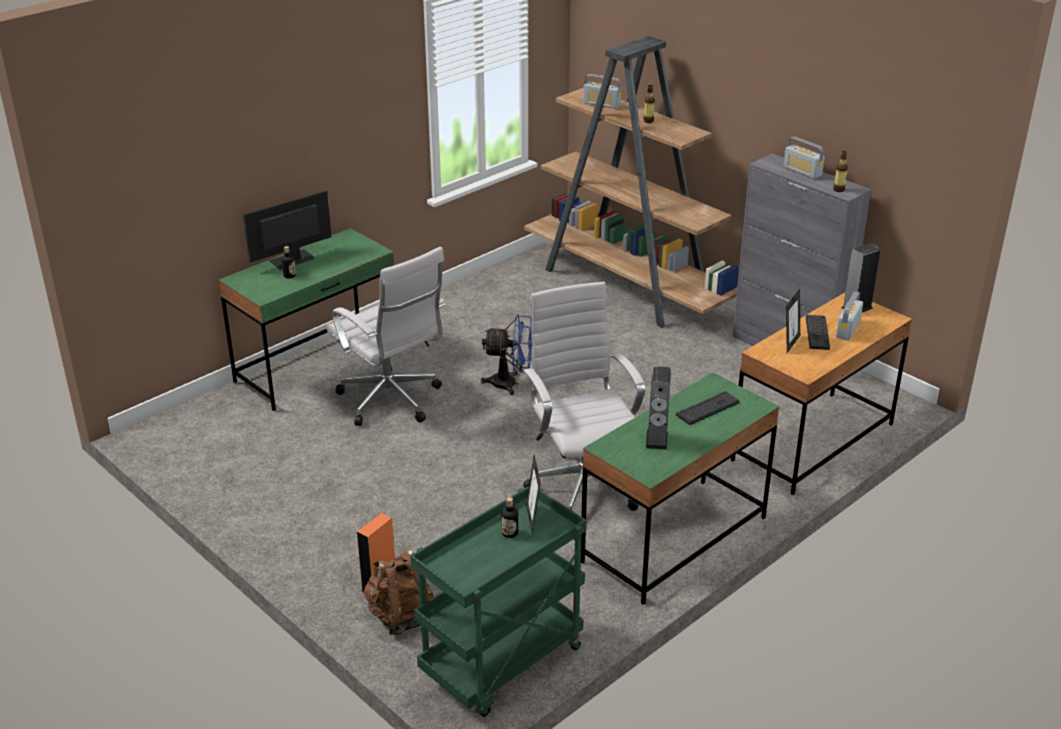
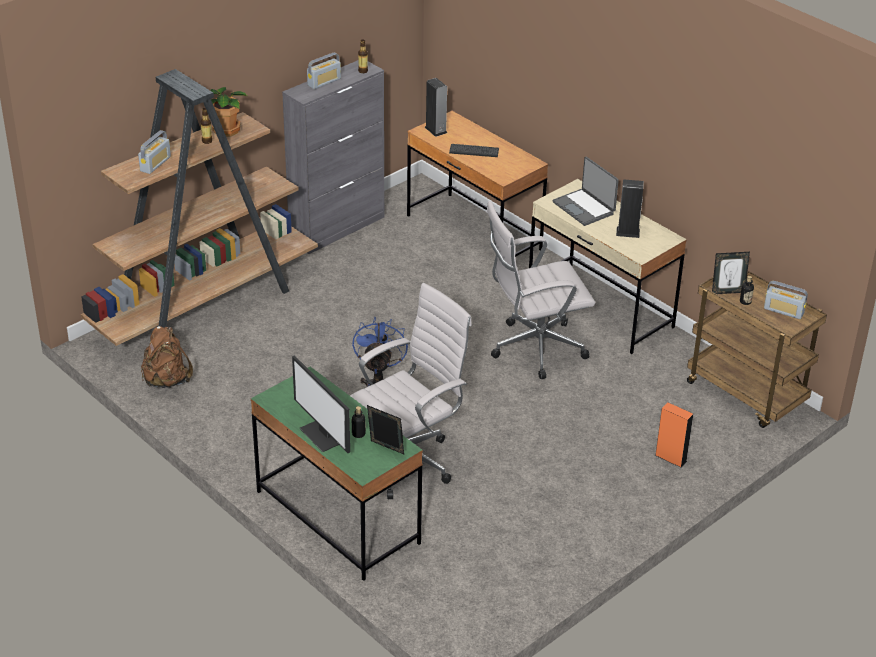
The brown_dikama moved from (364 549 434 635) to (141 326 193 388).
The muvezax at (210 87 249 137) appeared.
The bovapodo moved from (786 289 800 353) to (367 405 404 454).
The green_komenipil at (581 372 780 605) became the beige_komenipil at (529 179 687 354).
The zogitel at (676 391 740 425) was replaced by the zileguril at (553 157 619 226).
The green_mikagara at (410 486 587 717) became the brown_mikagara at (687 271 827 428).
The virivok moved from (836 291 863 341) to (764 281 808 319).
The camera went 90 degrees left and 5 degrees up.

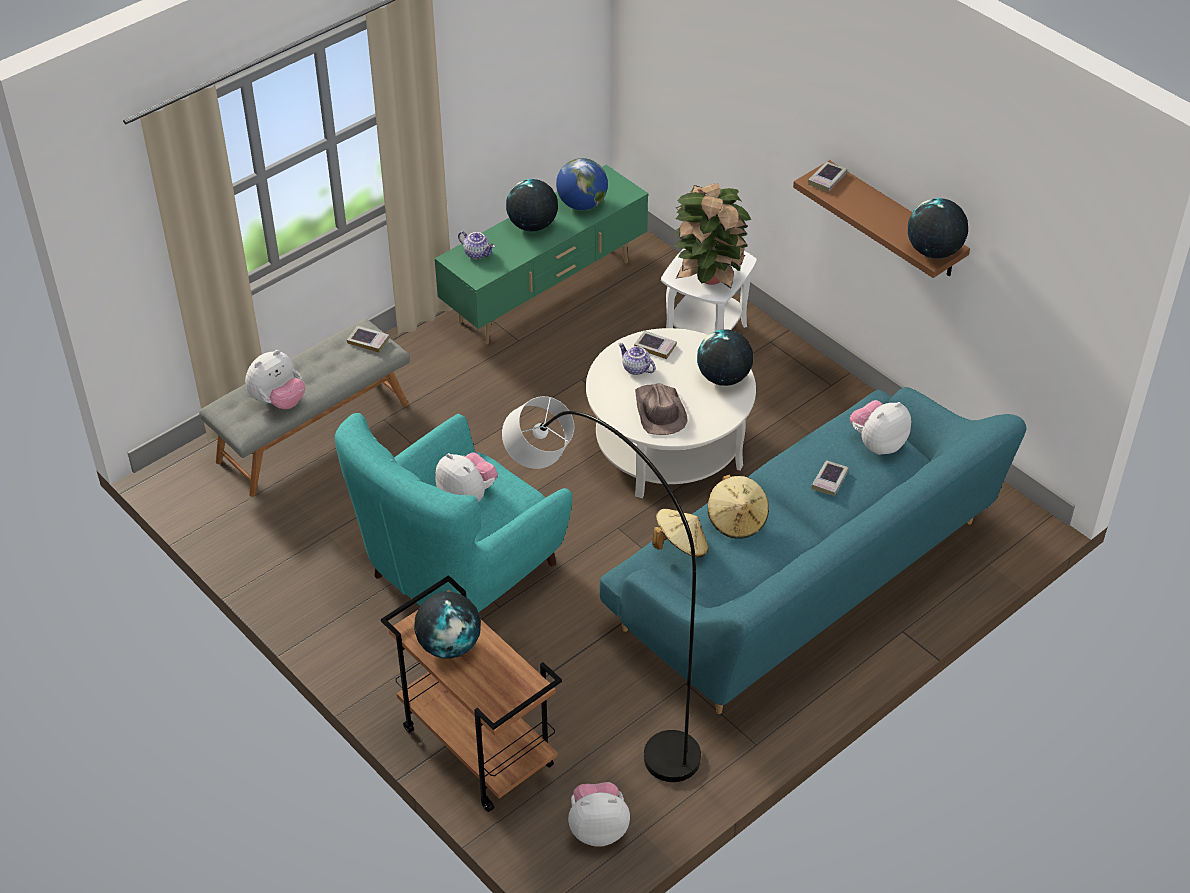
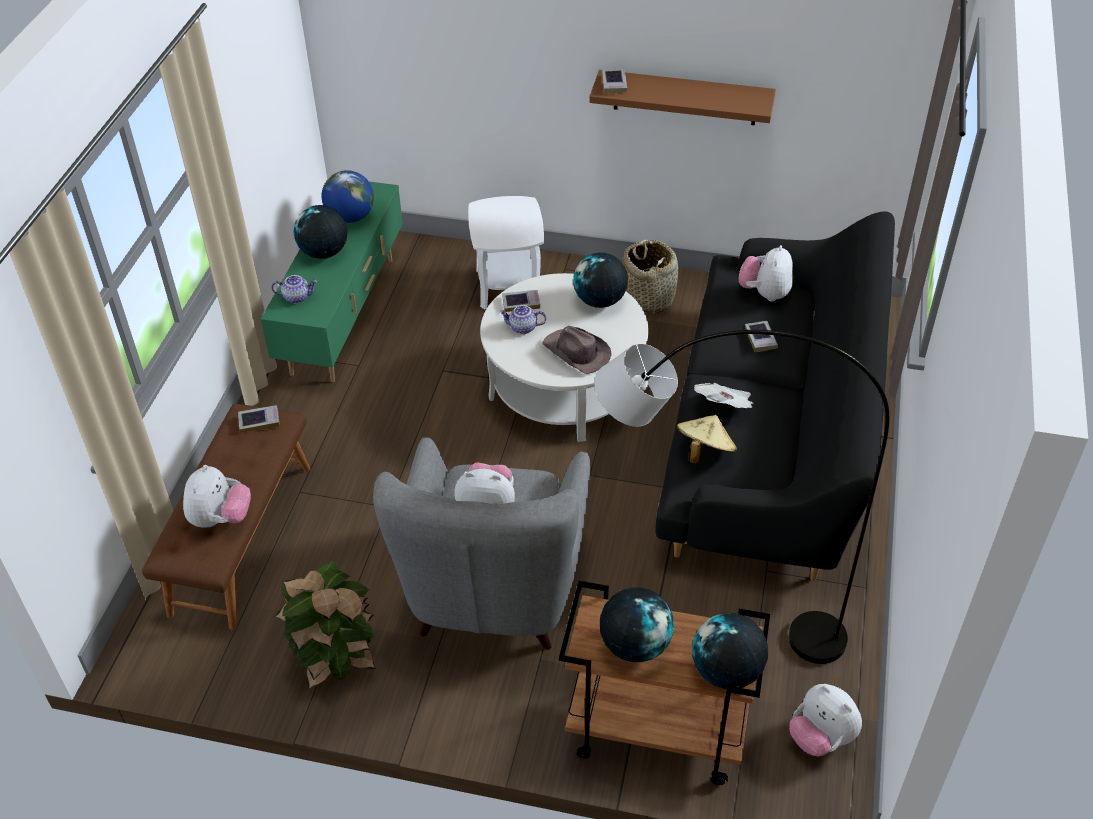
The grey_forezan at (199 319 410 497) became the brown_forezan at (142 404 310 630).
The muvezax moved from (675 183 751 289) to (274 561 376 690).
The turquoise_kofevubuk at (335 413 572 612) became the grey_kofevubuk at (373 438 590 650).
The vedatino at (623 240 678 314) appeared.
The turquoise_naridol at (599 387 1026 714) became the black_naridol at (656 211 895 581).
The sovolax moved from (908 198 968 259) to (692 612 768 689).
The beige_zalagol at (708 475 769 539) was replaced by the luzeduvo at (694 383 753 408).
The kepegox at (568 782 630 847) turned 90 degrees counterclockwise.
The camera went 35 degrees left and 0 degrees up.

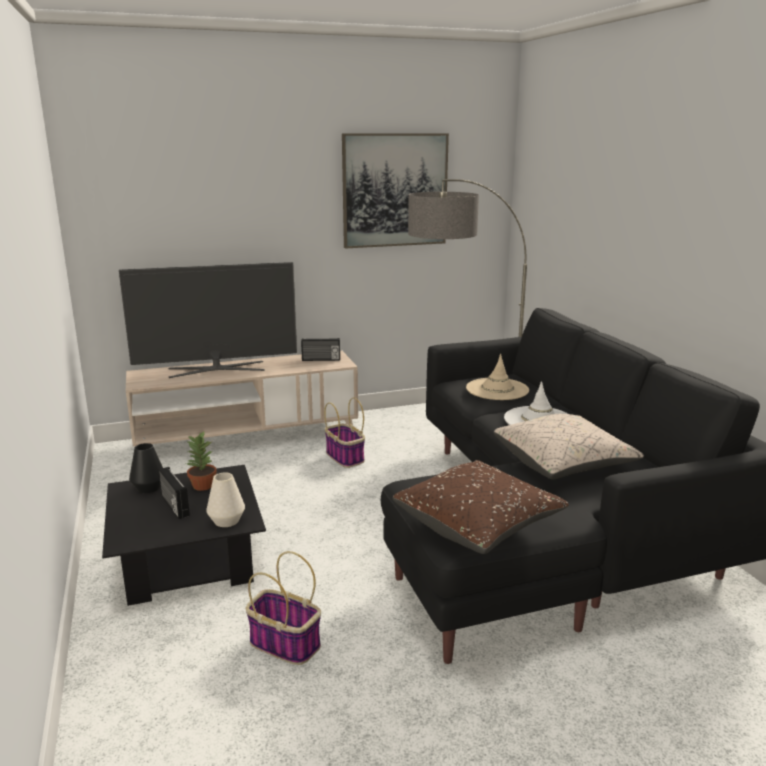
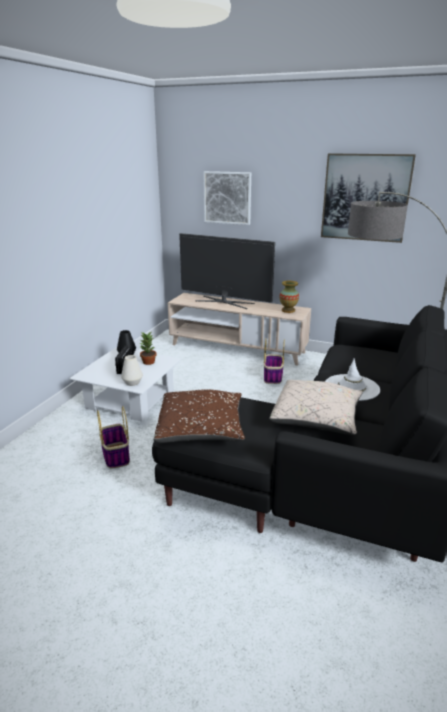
The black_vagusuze at (102 465 266 606) became the white_vagusuze at (69 347 182 422).
The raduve at (203 171 251 225) appeared.
The virivok at (301 338 340 361) was replaced by the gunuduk at (280 281 299 313).
The beige_zalagol at (466 354 529 400) disappeared.
The camera went 40 degrees right and 5 degrees up.

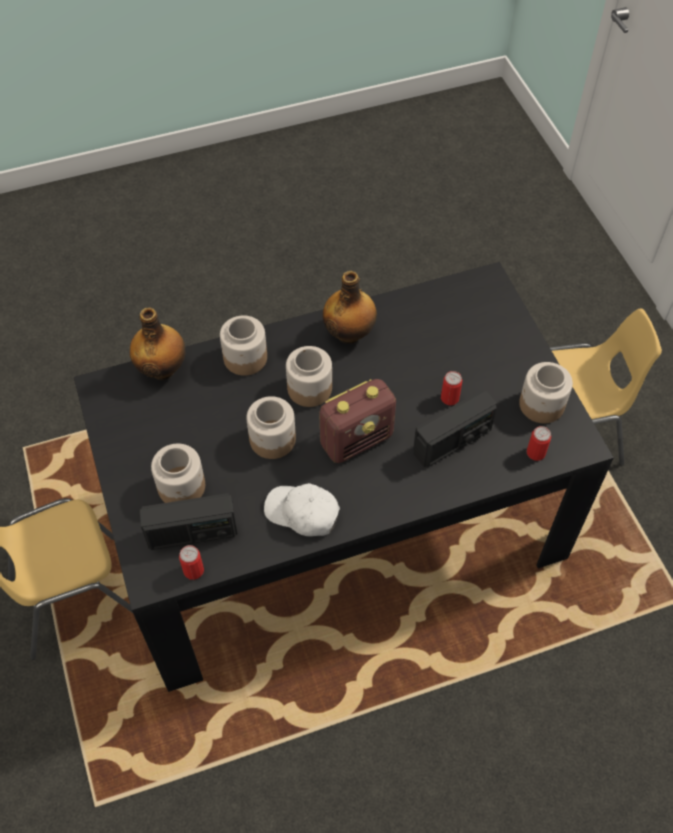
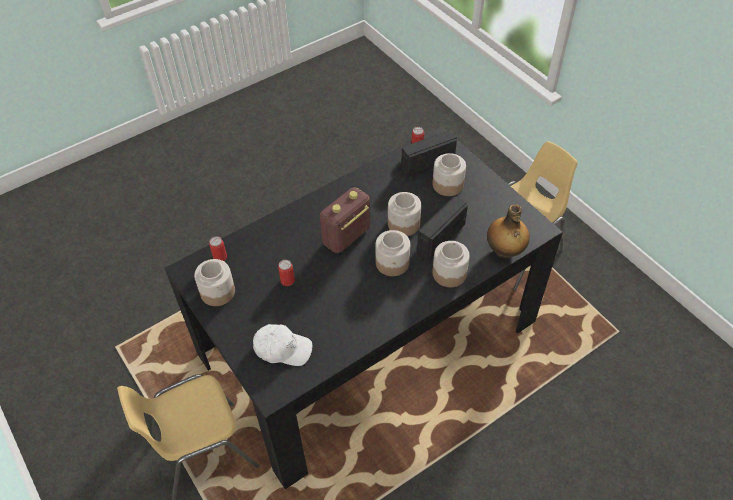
The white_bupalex moved from (264 483 340 537) to (253 324 312 366).
The virivok moved from (413 390 497 467) to (417 196 468 259).
The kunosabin at (323 271 377 344) disappeared.
The camera went 165 degrees right and 5 degrees down.

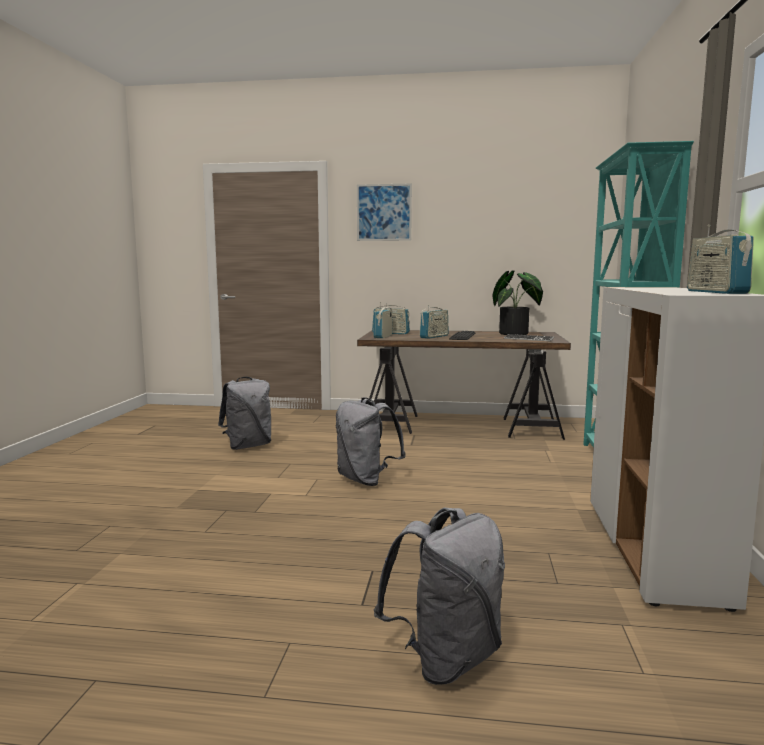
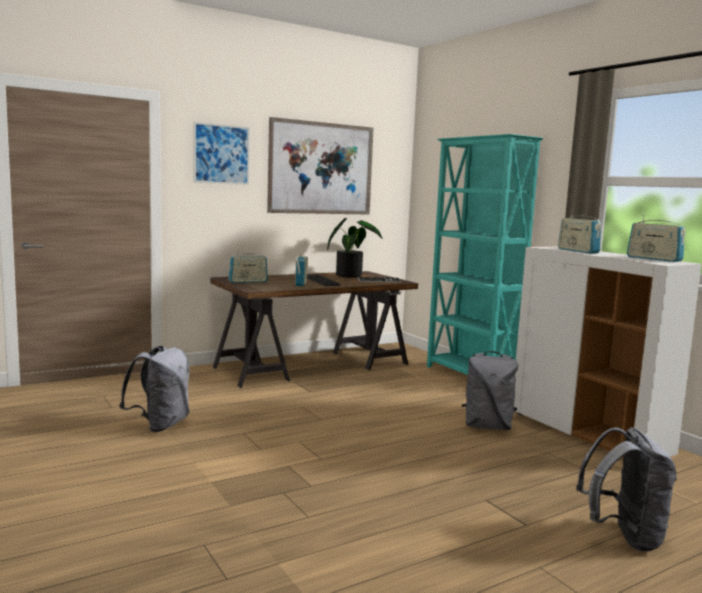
The raduve at (267 117 374 215) appeared.
The grey_dikama moved from (336 397 406 486) to (462 351 518 430).
The virivok moved from (373 303 392 338) to (558 214 602 253).
The camera went 40 degrees left and 0 degrees up.

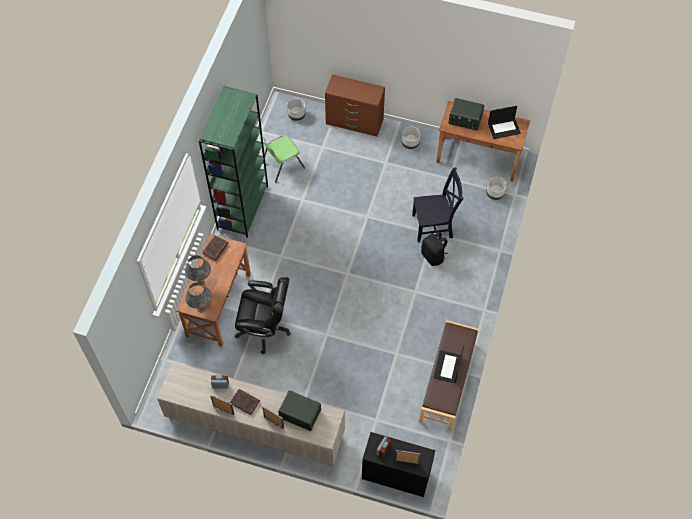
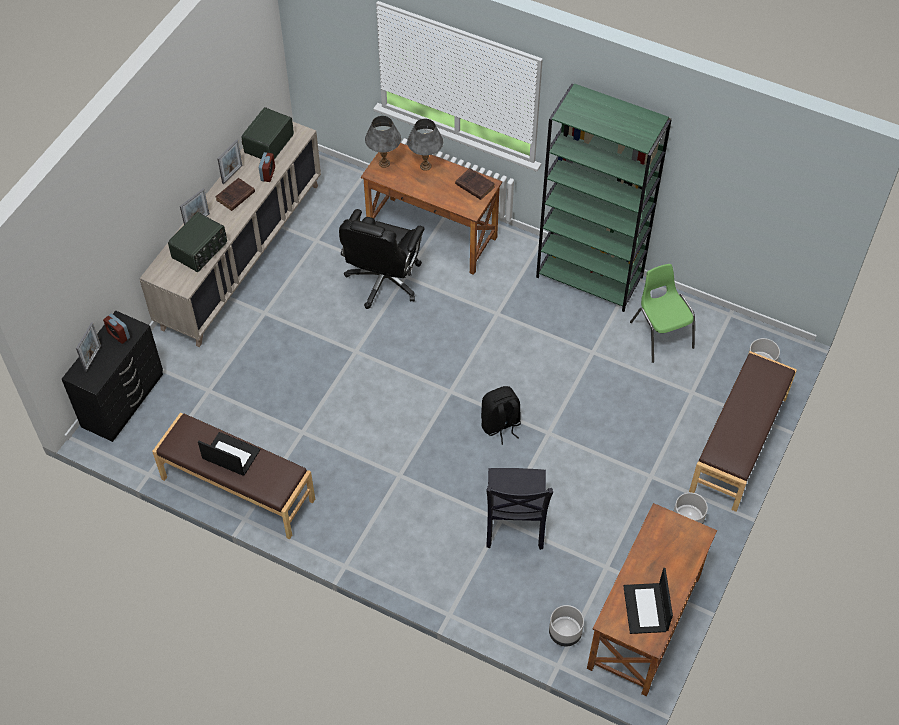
The virivok moved from (448 98 484 131) to (242 107 294 160).
The black_dikama moved from (421 231 448 266) to (481 386 521 445).
The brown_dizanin at (325 74 385 136) was replaced by the brown_forezan at (689 351 797 512).
The camera went 100 degrees right and 5 degrees down.

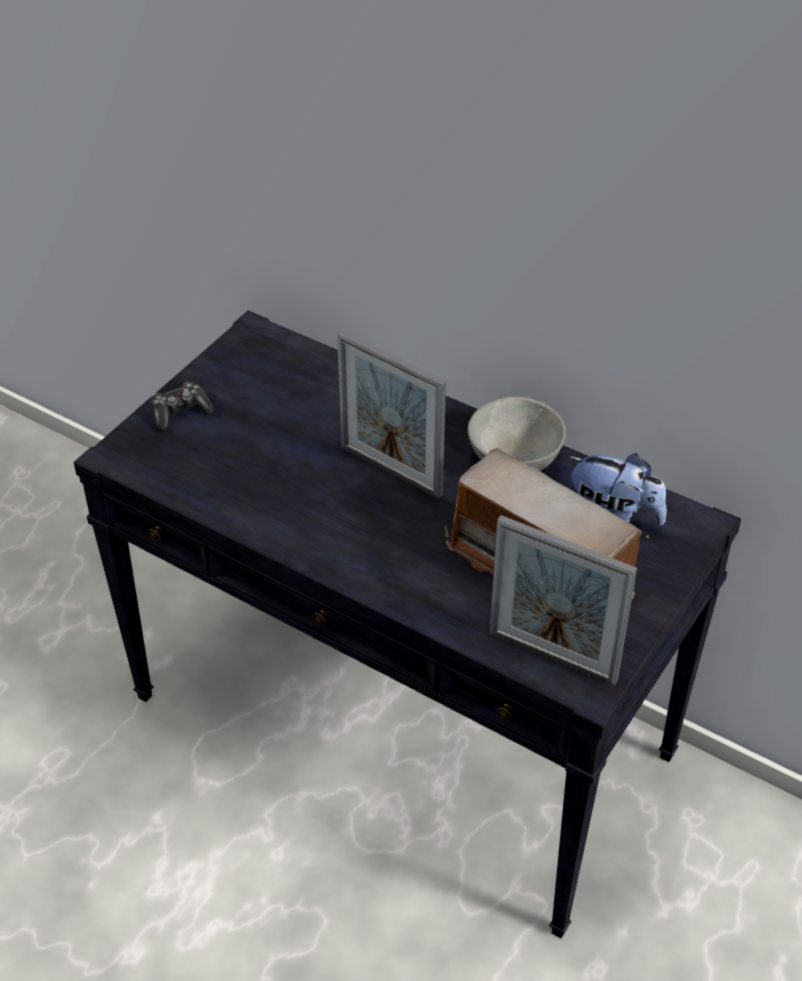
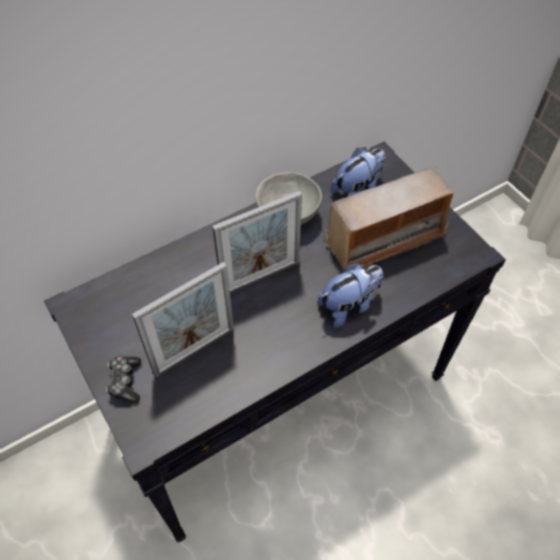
The bovapodo moved from (489 515 637 686) to (132 262 234 377).
The kepegox at (317 263 383 328) appeared.
The camera went 65 degrees left and 10 degrees up.

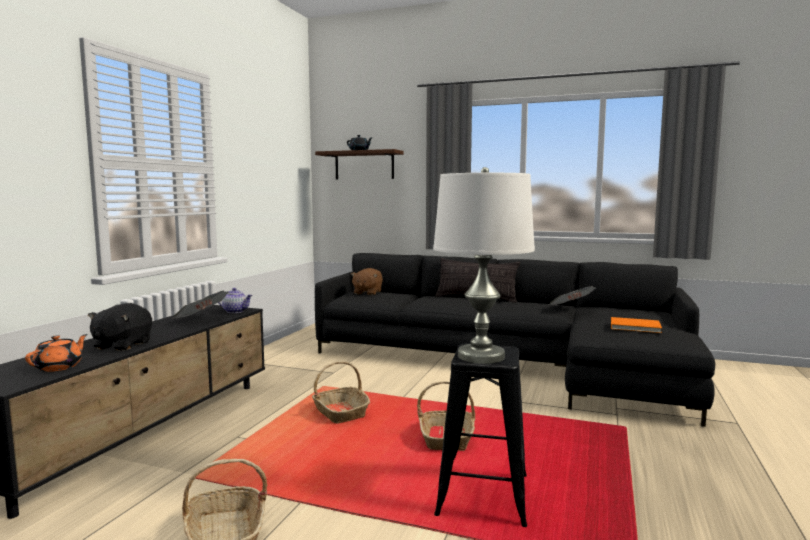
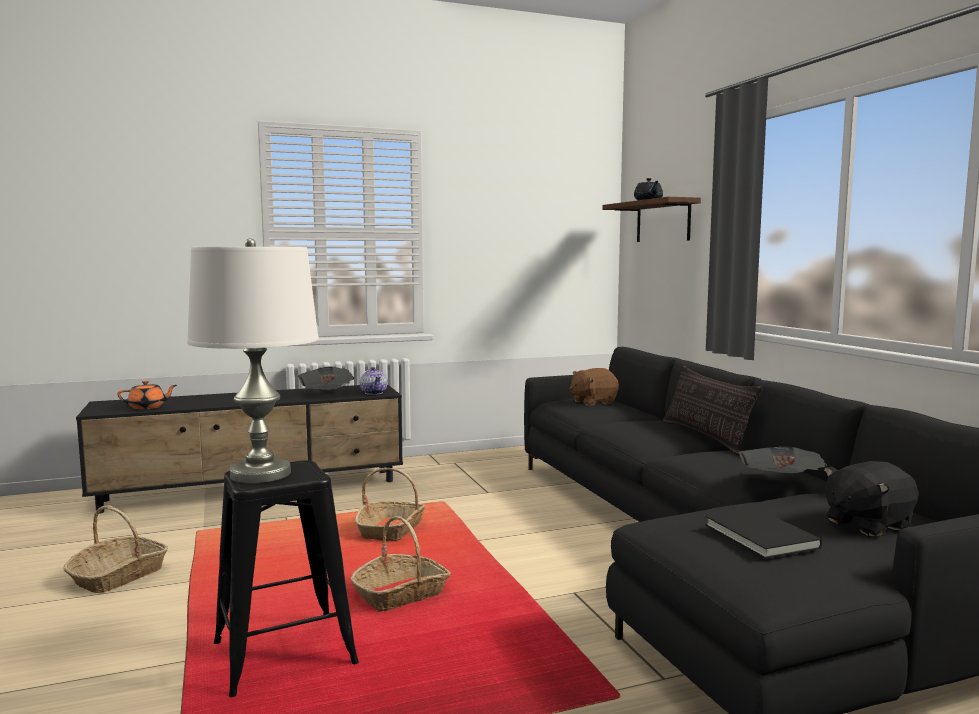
The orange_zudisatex at (611 317 662 333) became the black_zudisatex at (705 509 822 558).
The black_kepegox moved from (88 303 152 351) to (824 461 919 536).
The camera went 50 degrees right and 0 degrees up.

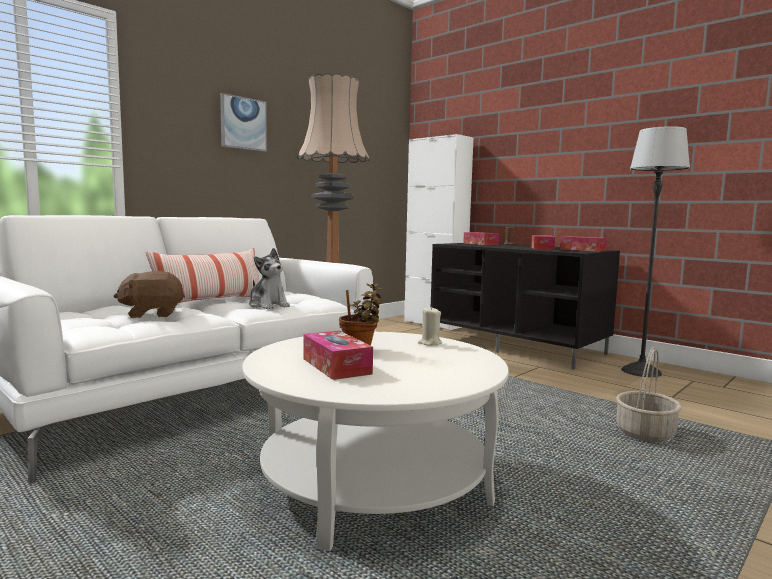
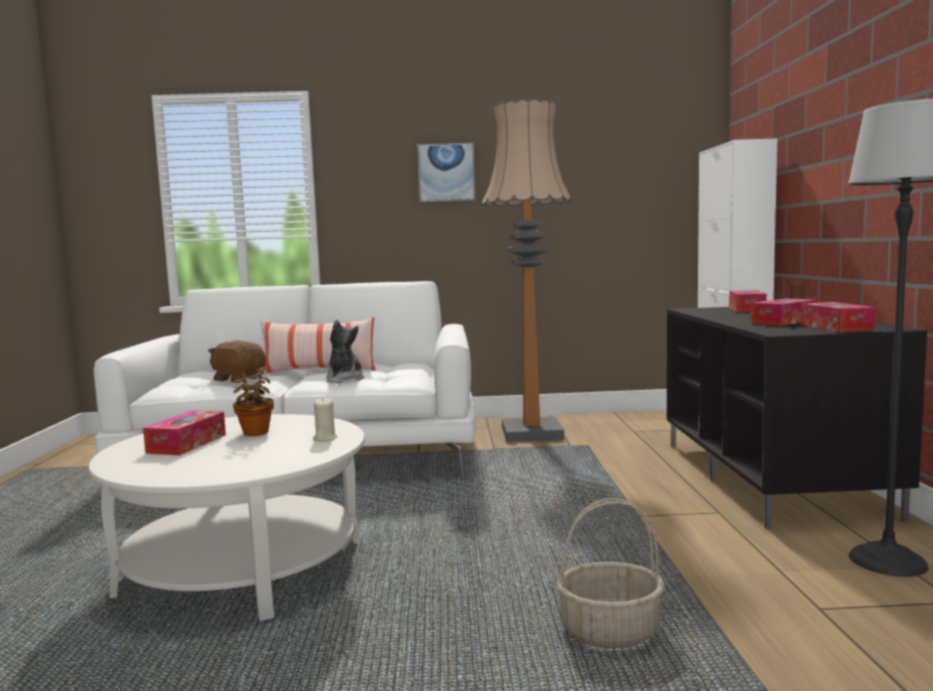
The kepegox at (249 248 290 309) turned 150 degrees clockwise.
The camera went 45 degrees right and 0 degrees up.

